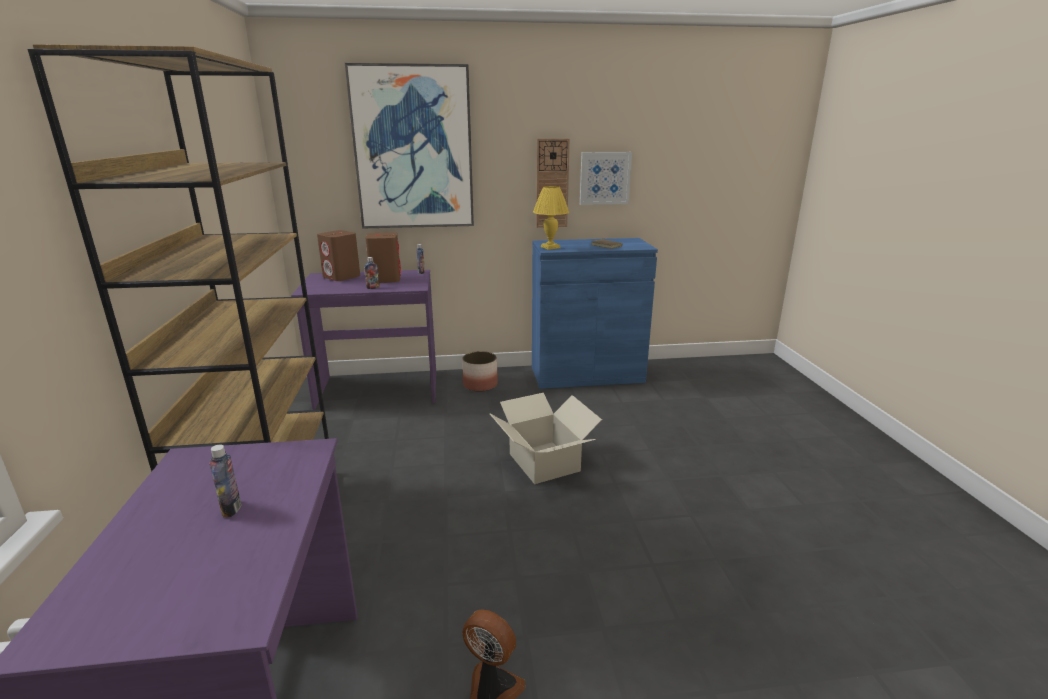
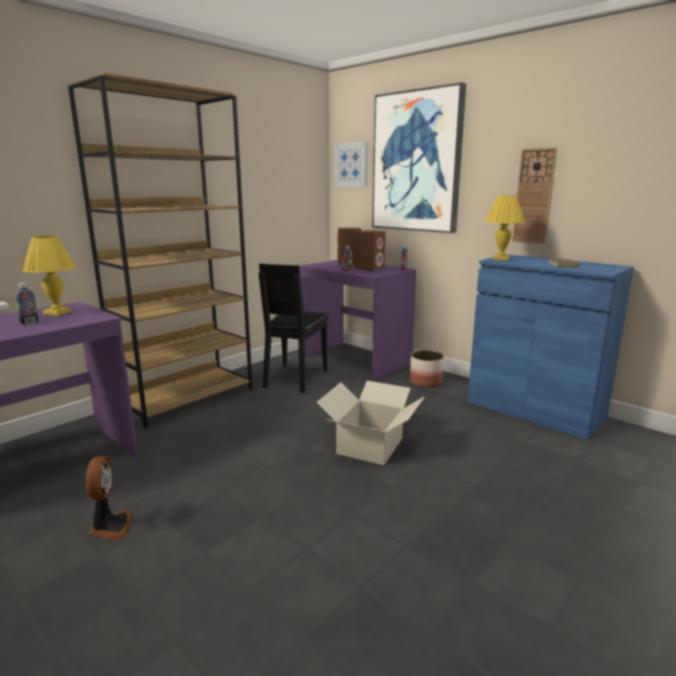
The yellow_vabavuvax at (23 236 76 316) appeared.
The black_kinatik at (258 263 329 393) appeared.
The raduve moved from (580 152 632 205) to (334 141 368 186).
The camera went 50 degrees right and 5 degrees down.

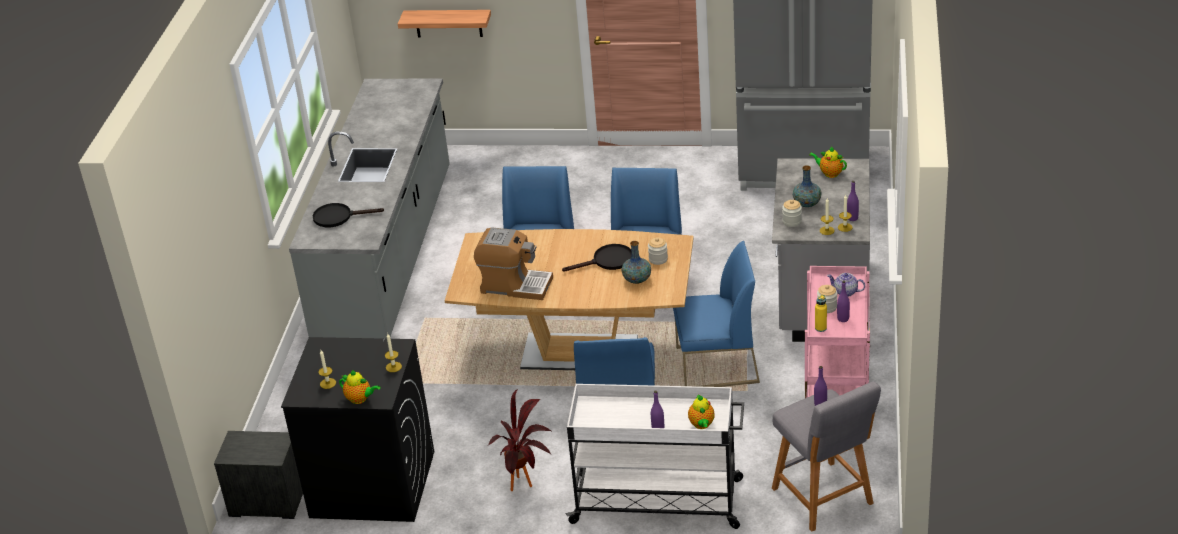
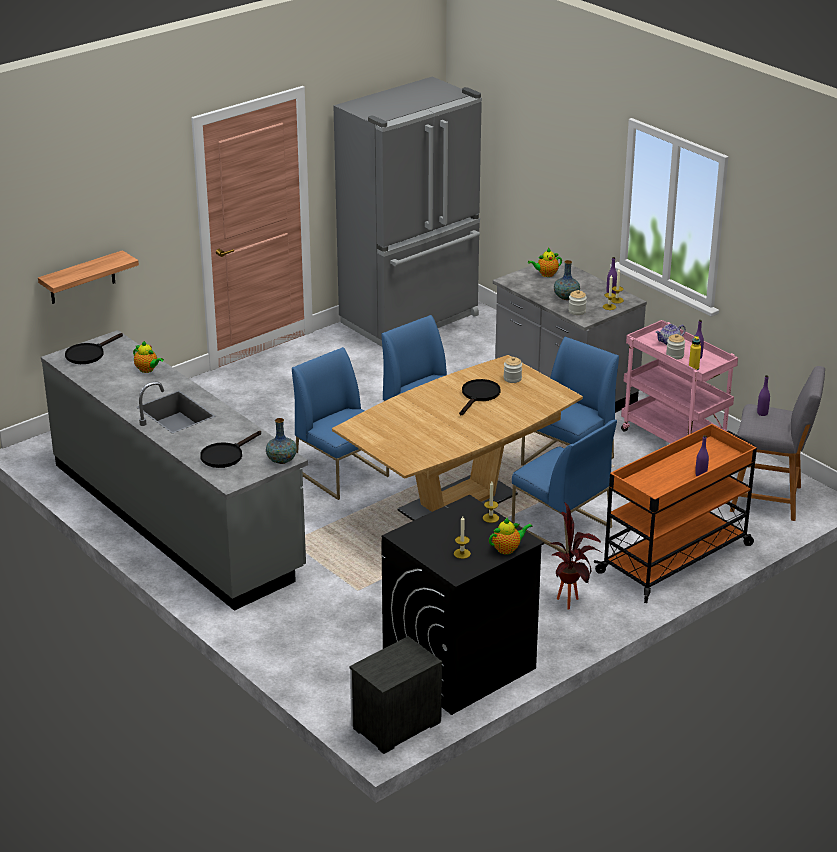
The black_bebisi at (65 333 123 364) appeared.
The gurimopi moved from (688 395 715 429) to (133 341 164 373).
The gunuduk moved from (622 241 651 284) to (266 418 297 464).
The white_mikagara at (566 384 744 529) became the orange_mikagara at (594 424 757 603).
The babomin at (474 227 553 300) disappeared.
The camera went 50 degrees left and 5 degrees down.

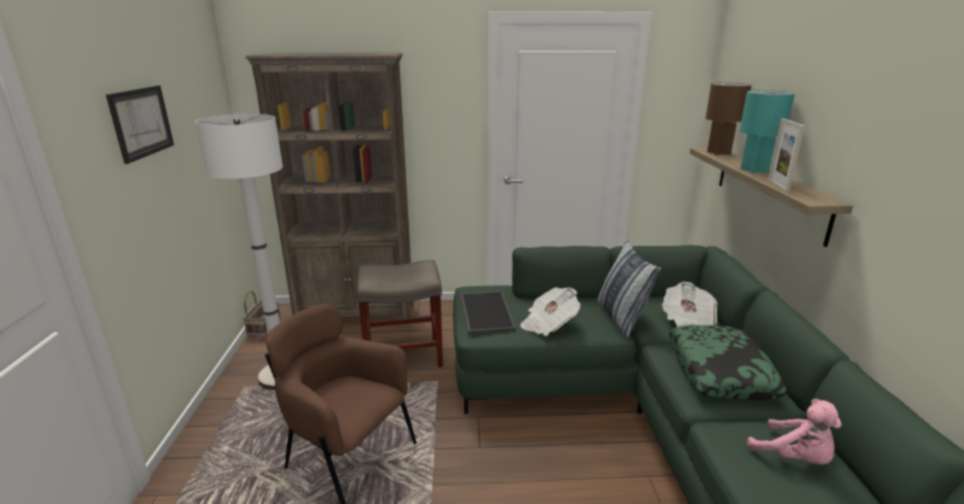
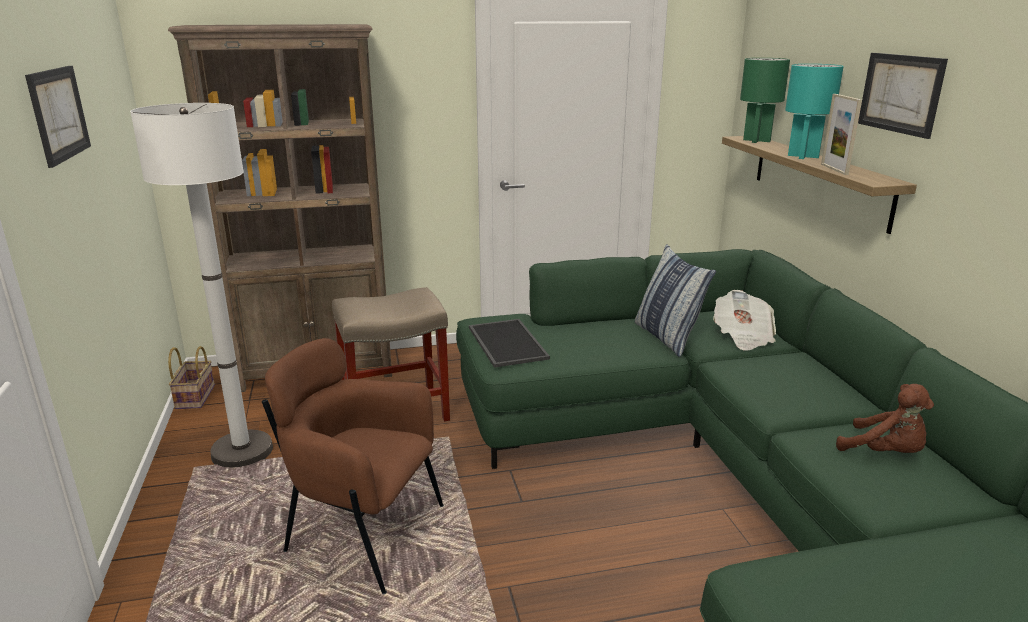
The brown_vabavuvax at (706 83 751 155) became the green_vabavuvax at (740 58 790 143).
The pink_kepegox at (747 399 842 465) became the brown_kepegox at (836 384 934 453).
The raduve at (858 53 948 139) appeared.
The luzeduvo at (520 287 580 336) disappeared.
The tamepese at (669 325 787 400) disappeared.
The camera went 10 degrees left and 0 degrees up.

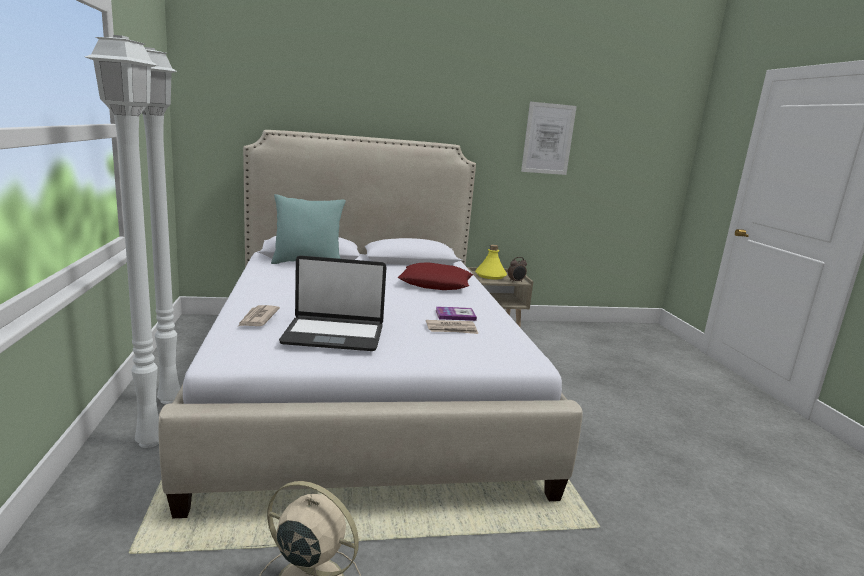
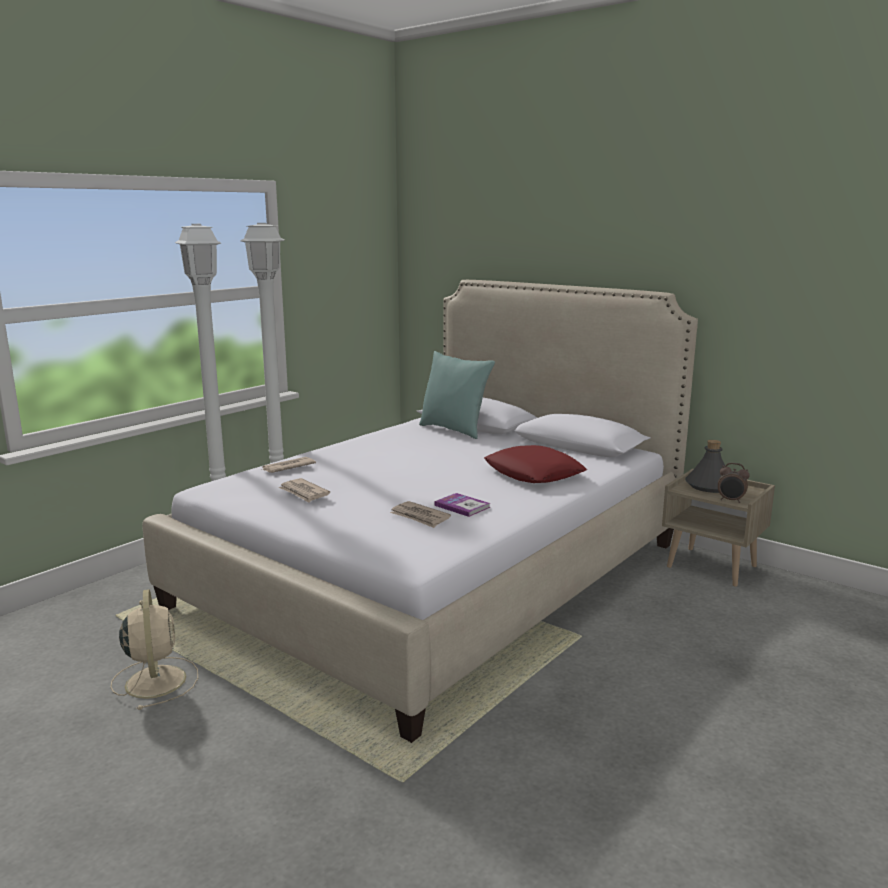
The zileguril at (279 255 386 351) was replaced by the luzeduvo at (278 478 330 503).
The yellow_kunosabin at (475 245 507 280) became the grey_kunosabin at (685 440 725 493).
The raduve at (521 102 577 175) disappeared.
The camera went 50 degrees right and 0 degrees up.

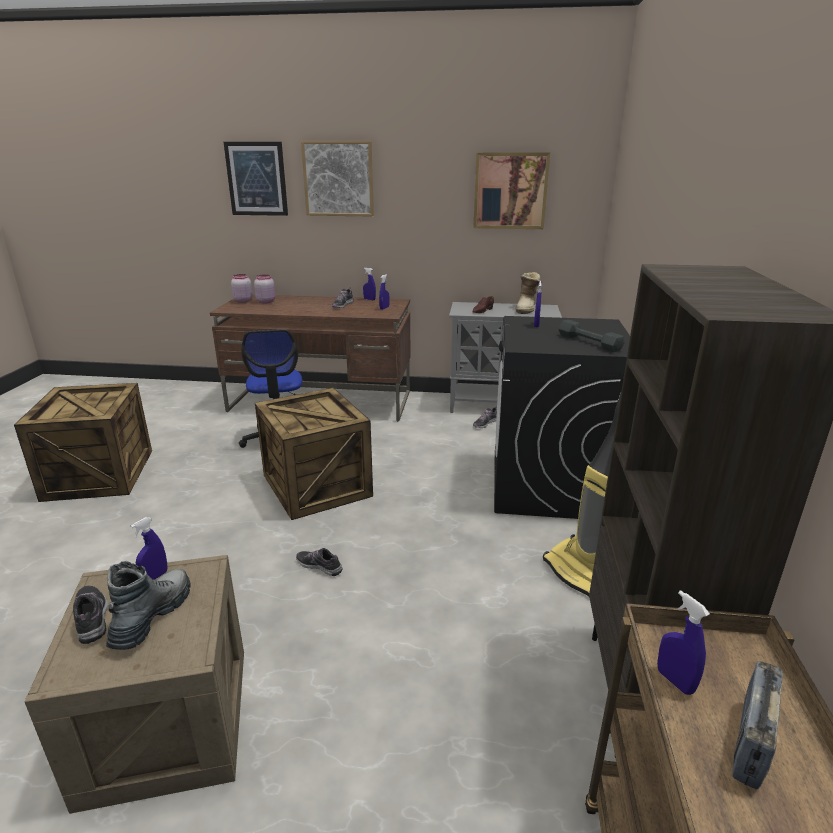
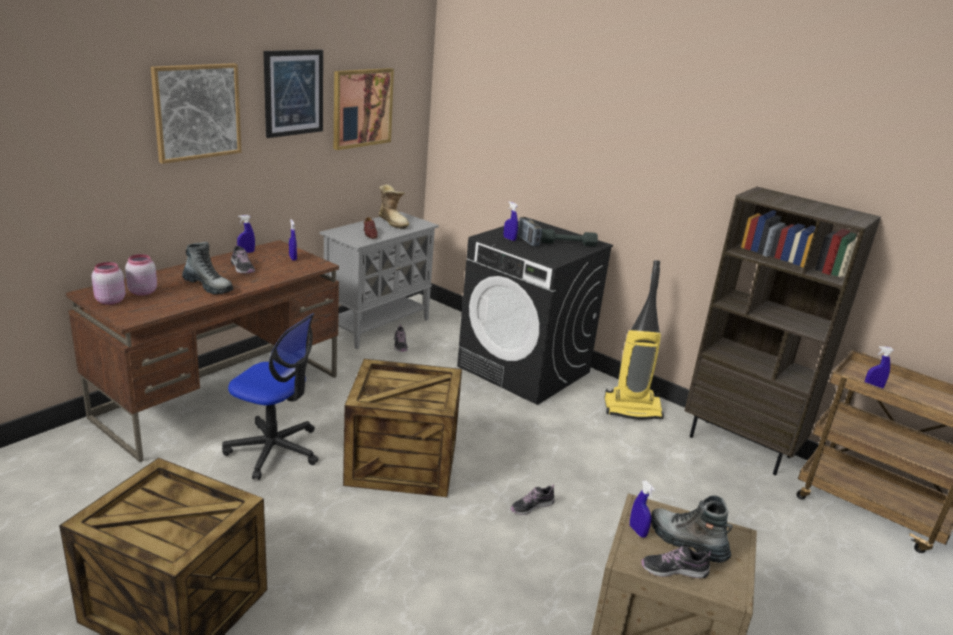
The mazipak at (182 242 233 294) appeared.
The raduve moved from (224 142 288 216) to (263 49 323 138).
The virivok moved from (732 661 783 789) to (518 217 542 247).
The camera went 60 degrees left and 0 degrees up.

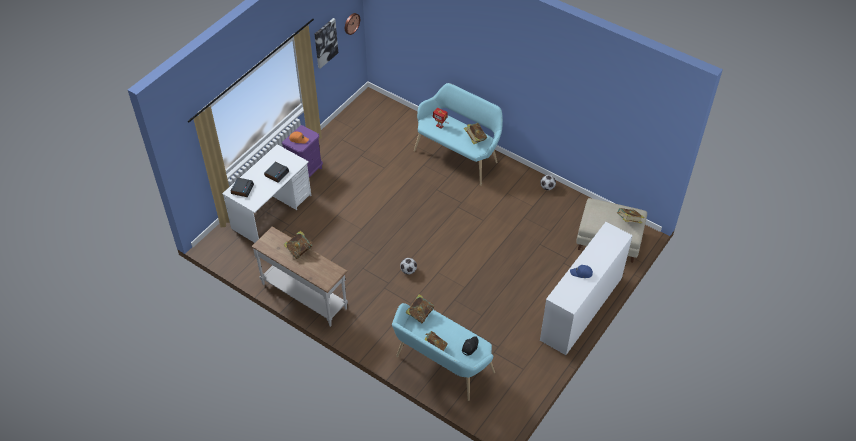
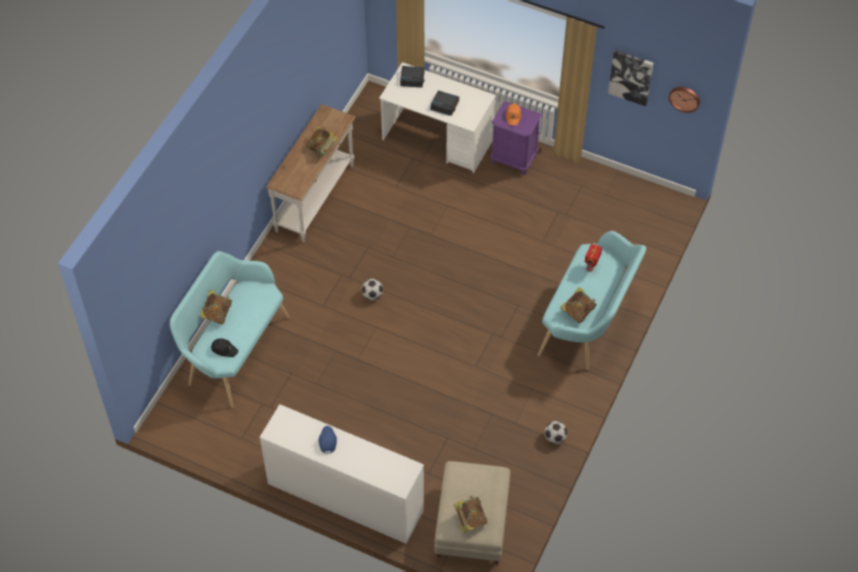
The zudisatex at (405 294 434 323) disappeared.
The camera went 80 degrees right and 5 degrees up.

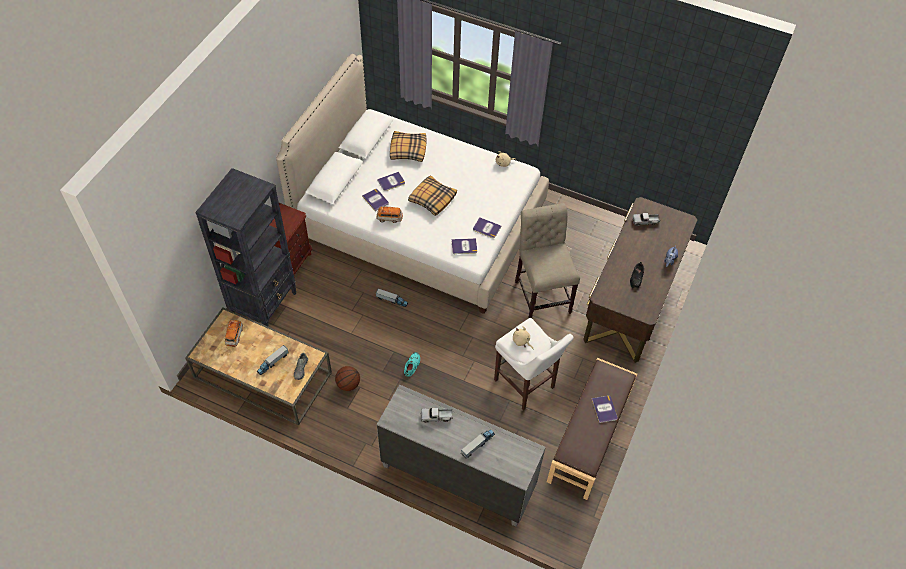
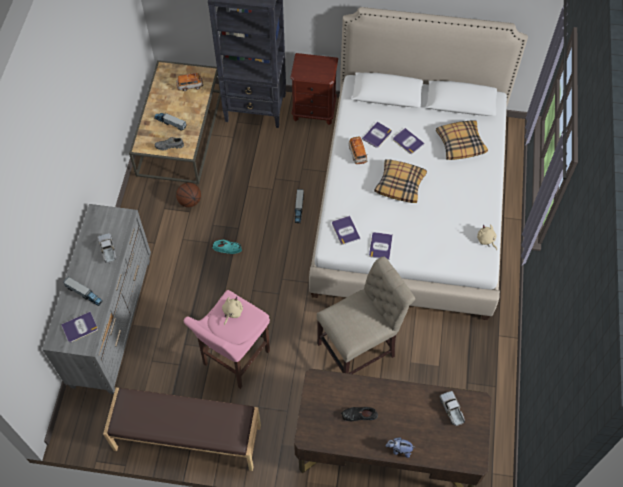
The zudisatex moved from (592 396 618 423) to (61 312 98 343).
The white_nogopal at (494 318 573 411) became the pink_nogopal at (184 290 270 389).
The camera went 75 degrees right and 5 degrees up.

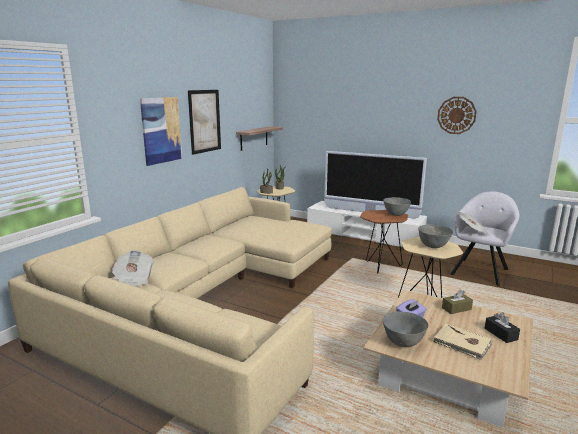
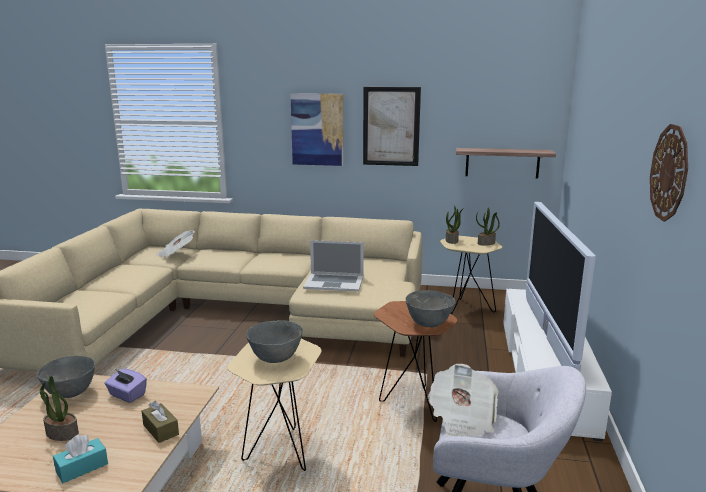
The beige_zudisatex at (433 324 492 360) was replaced by the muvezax at (39 376 79 441).
The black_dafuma at (485 312 520 343) became the turquoise_dafuma at (53 435 108 483).
The zileguril at (303 240 364 292) appeared.
The camera went 70 degrees right and 0 degrees up.

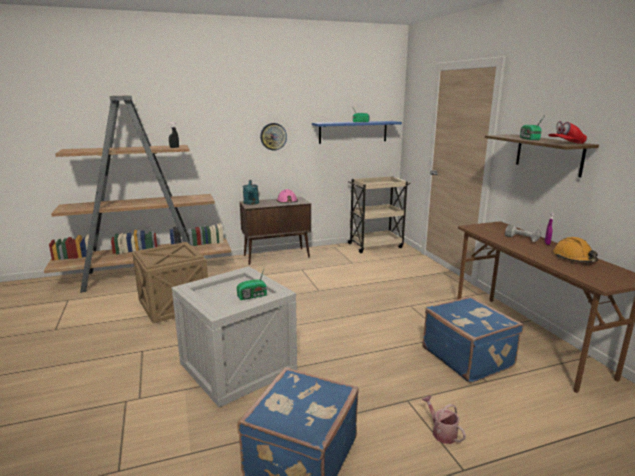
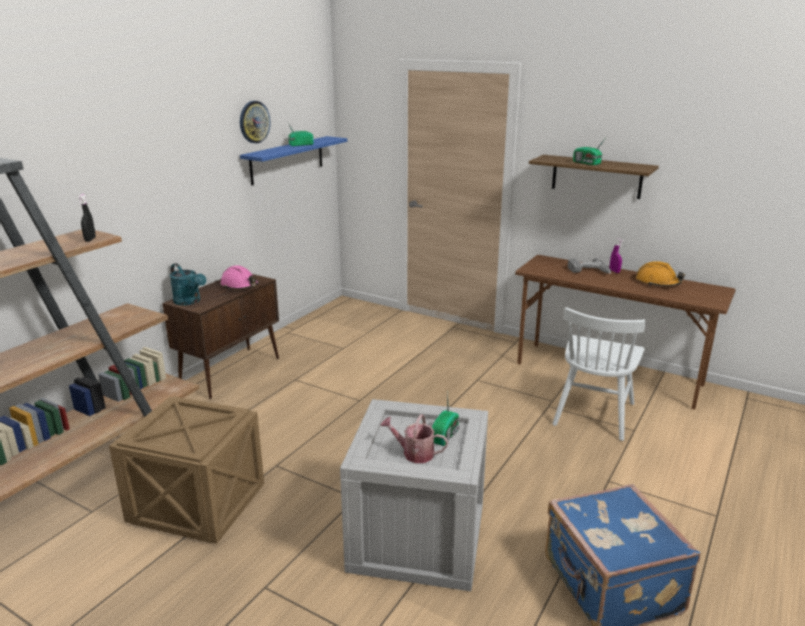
The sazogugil moved from (260 123 287 151) to (240 101 271 143).
The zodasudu moved from (422 395 466 444) to (380 414 448 463).
The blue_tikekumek at (422 296 524 383) was replaced by the white_kinatik at (552 307 646 441).
The beige_mikagara at (346 176 410 253) disappeared.
The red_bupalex at (548 121 587 144) disappeared.
The camera went 40 degrees left and 5 degrees up.

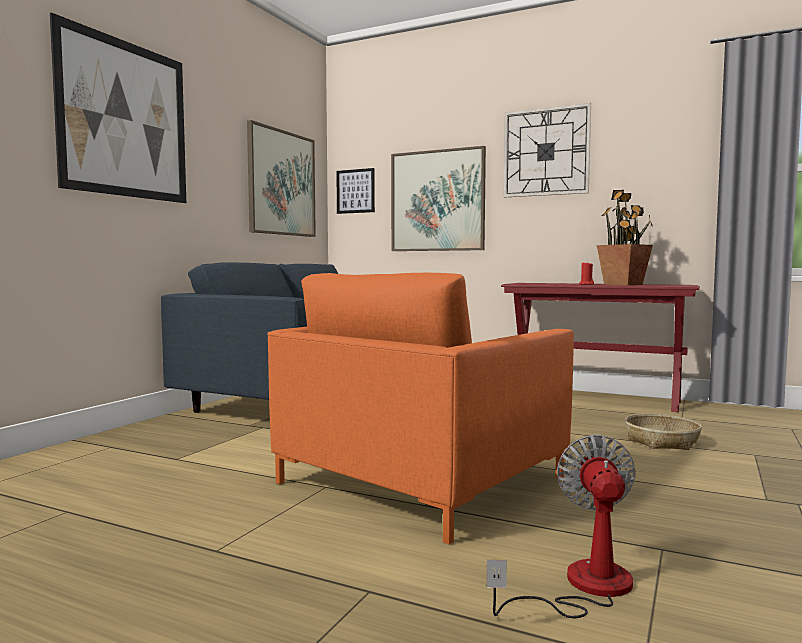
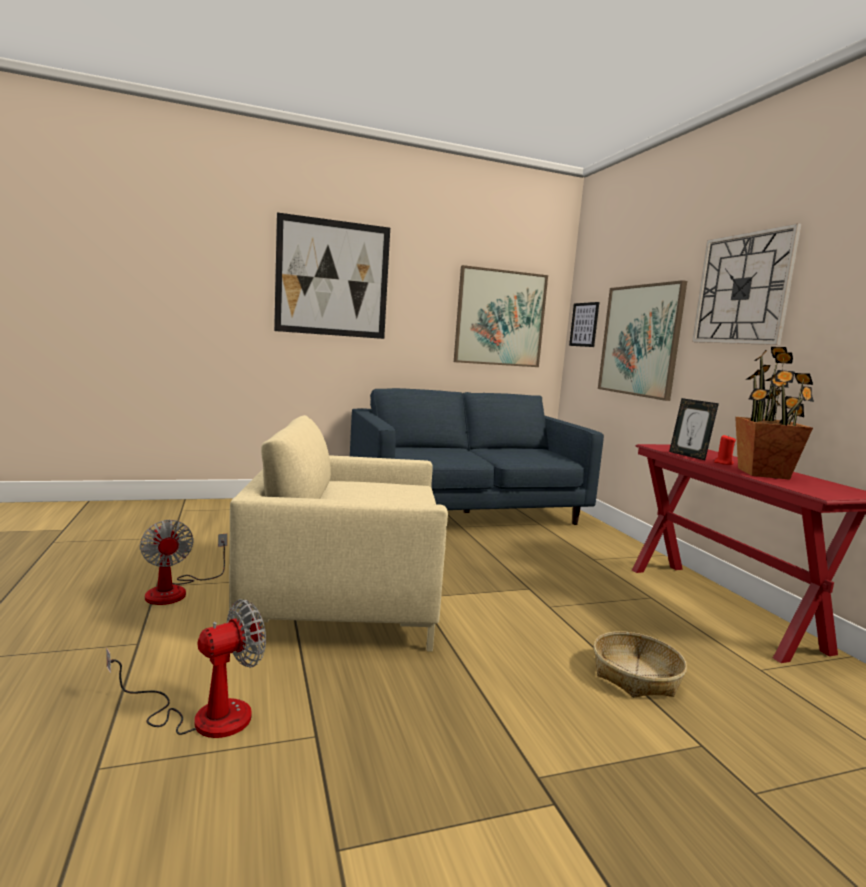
The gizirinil at (140 520 227 605) appeared.
The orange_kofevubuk at (267 273 574 545) became the beige_kofevubuk at (229 415 448 652).
The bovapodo at (669 398 719 460) appeared.
The camera went 45 degrees right and 5 degrees up.

